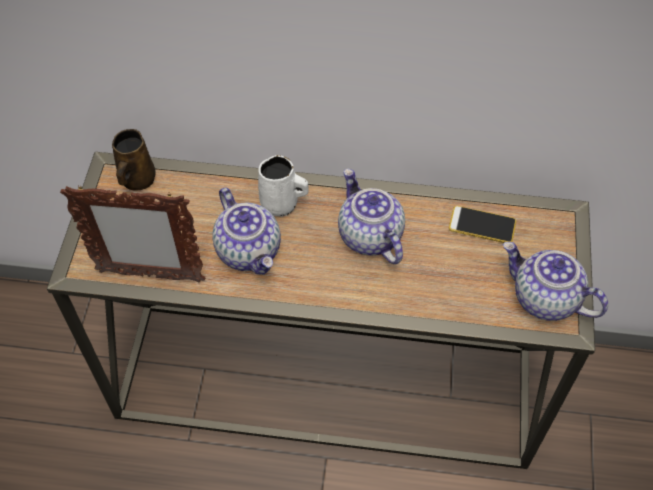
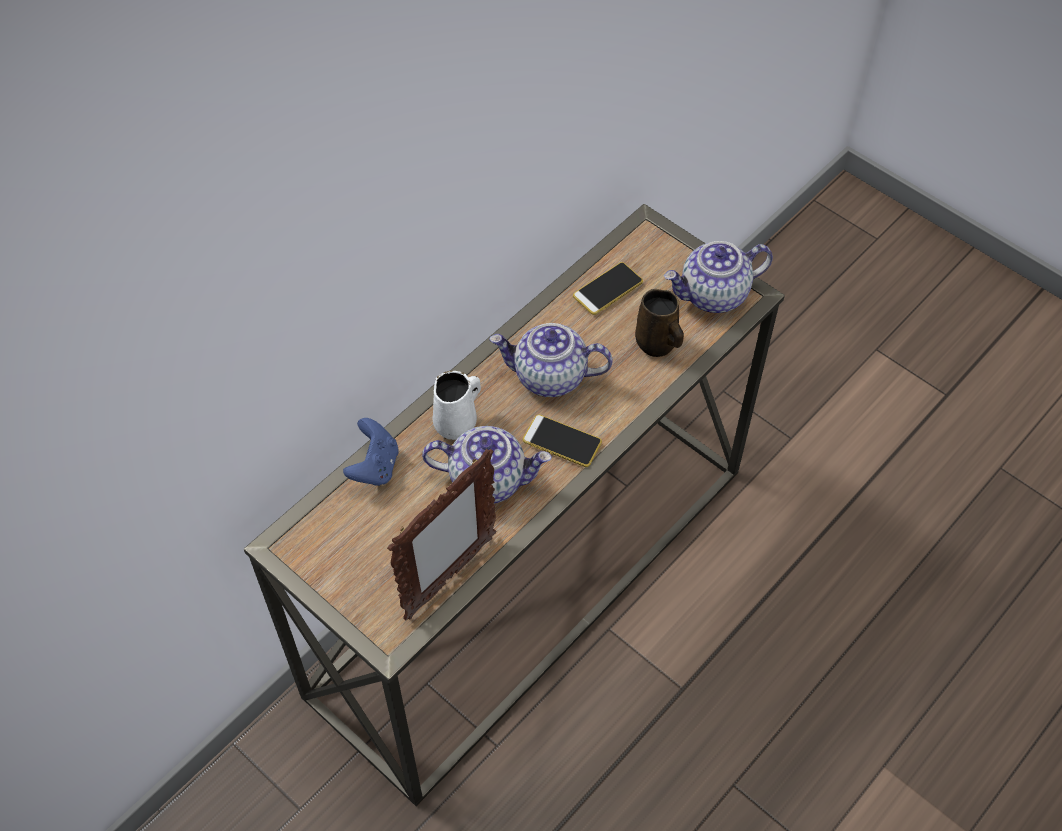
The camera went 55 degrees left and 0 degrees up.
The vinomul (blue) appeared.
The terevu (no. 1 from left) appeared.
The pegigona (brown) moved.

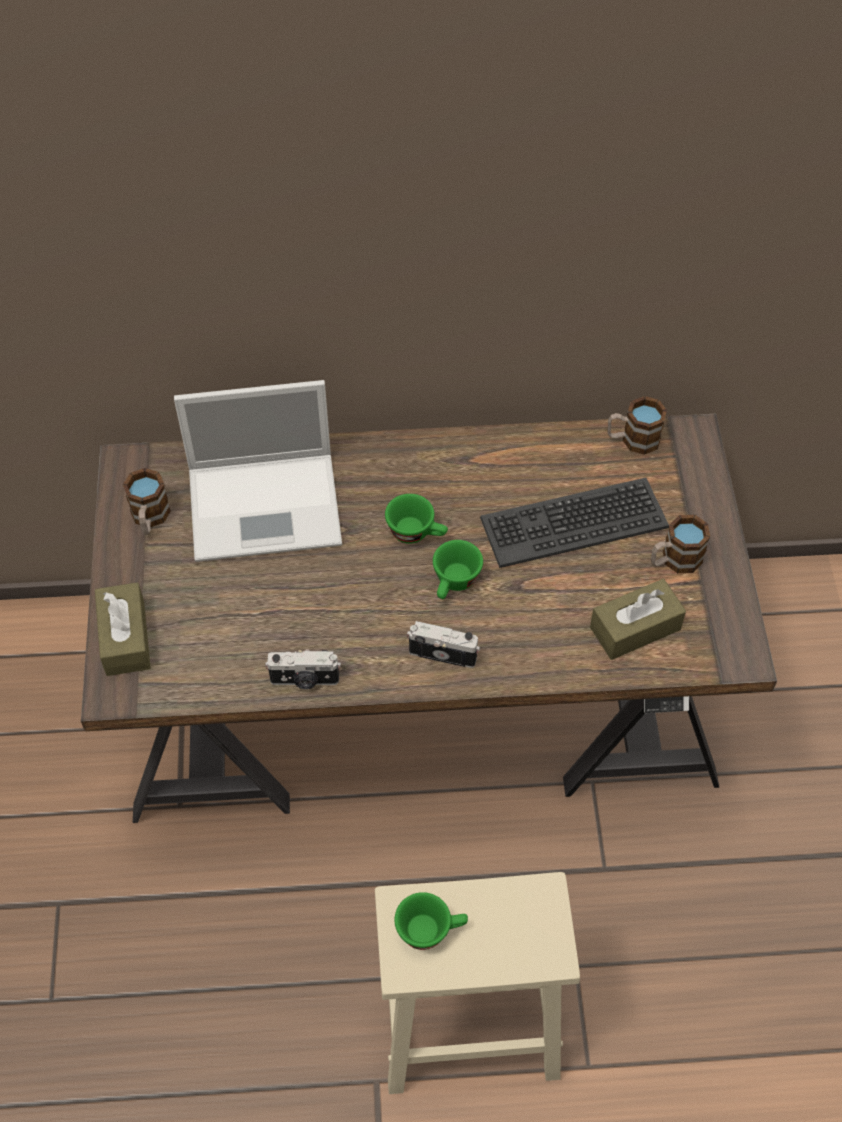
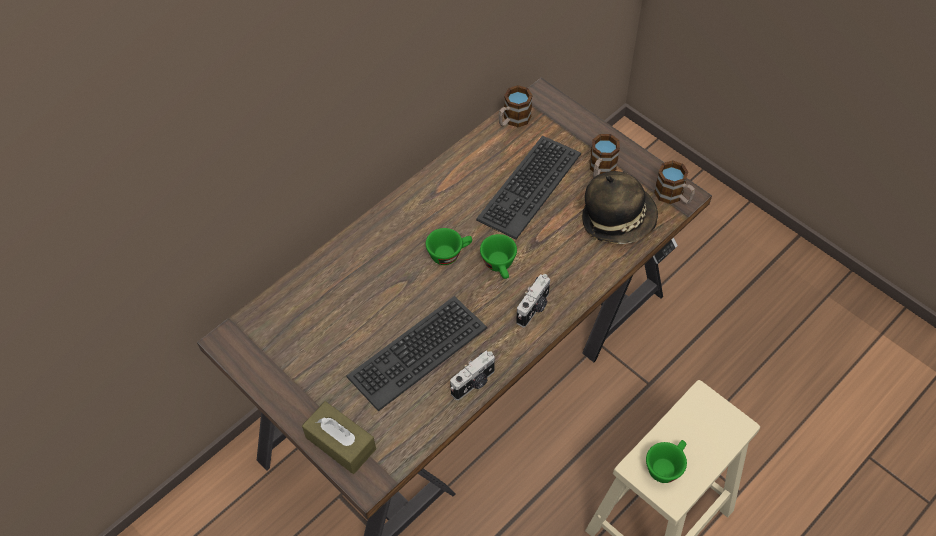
The camera went 40 degrees left and 0 degrees up.
The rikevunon disappeared.
The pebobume (no. 1 from left) appeared.
The pegigona (no. 1 from left in the first image) moved.
The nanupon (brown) (no. 2 from left) was replaced by the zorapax.
The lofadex (no. 2 from left) turned 150 degrees clockwise.

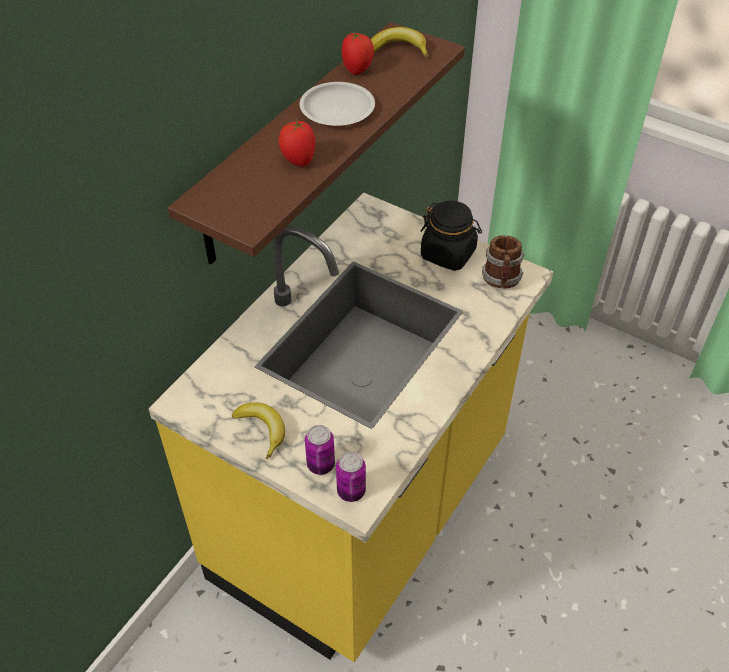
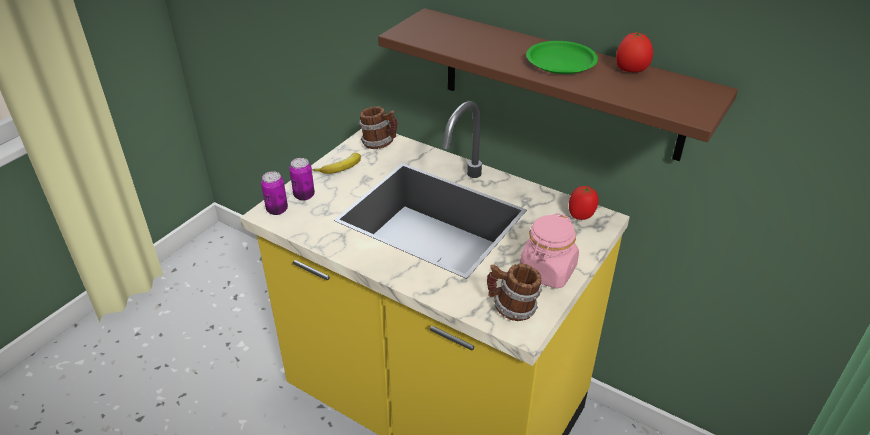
The camera went 90 degrees right and 10 degrees down.
The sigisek (no. 2 from left) disappeared.
The pegigona (no. 1 from left) appeared.
The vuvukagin (no. 1 from left) moved.
The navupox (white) became the navupox (green).
The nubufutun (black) became the nubufutun (pink).

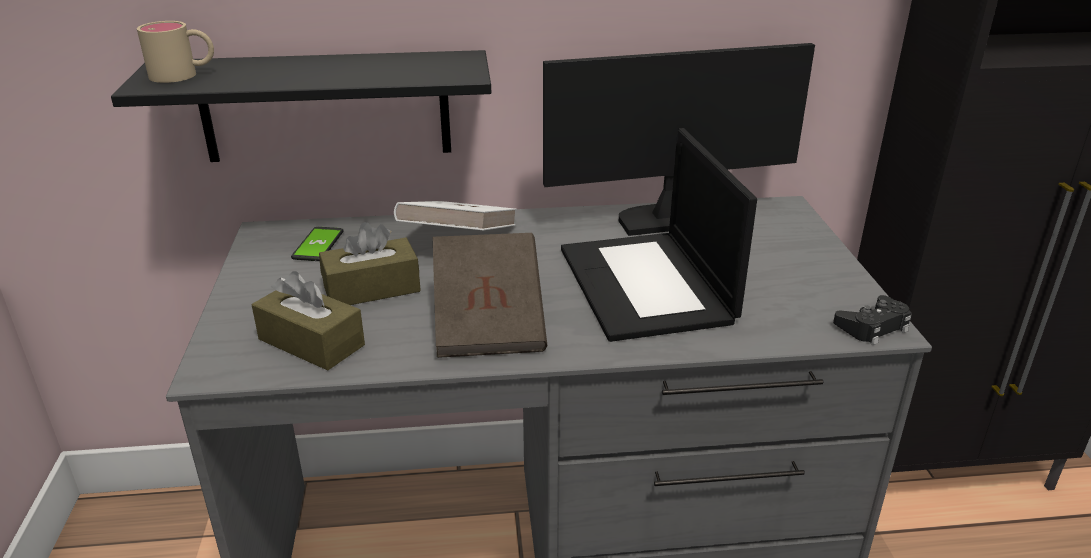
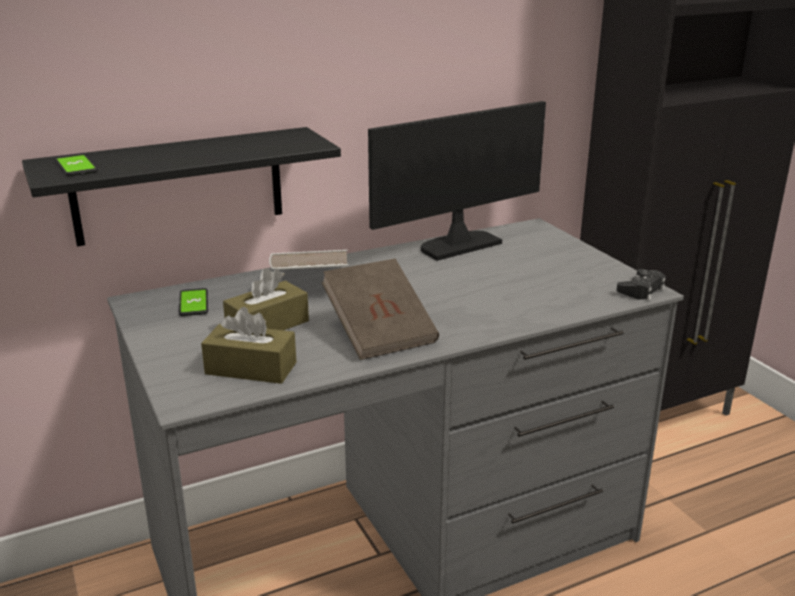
The camera went 20 degrees left and 5 degrees down.
The rikevunon disappeared.
The pegigona (beige) was replaced by the terevu (no. 1 from left).

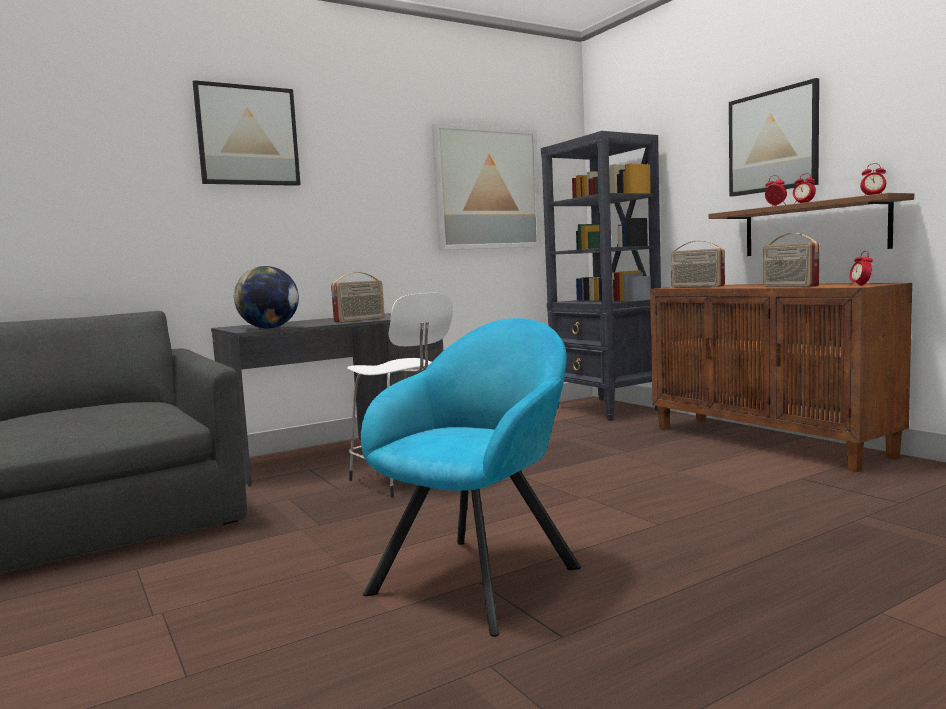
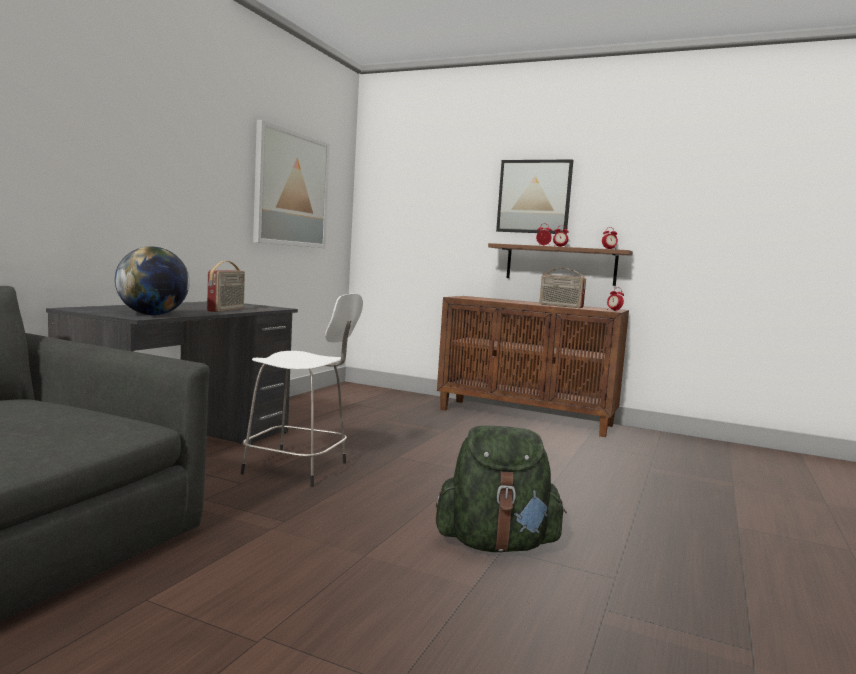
The camera went 35 degrees left and 0 degrees up.
The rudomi (no. 1 from left) disappeared.
The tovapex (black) disappeared.
The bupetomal (no. 2 from left) disappeared.
The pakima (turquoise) was replaced by the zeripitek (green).

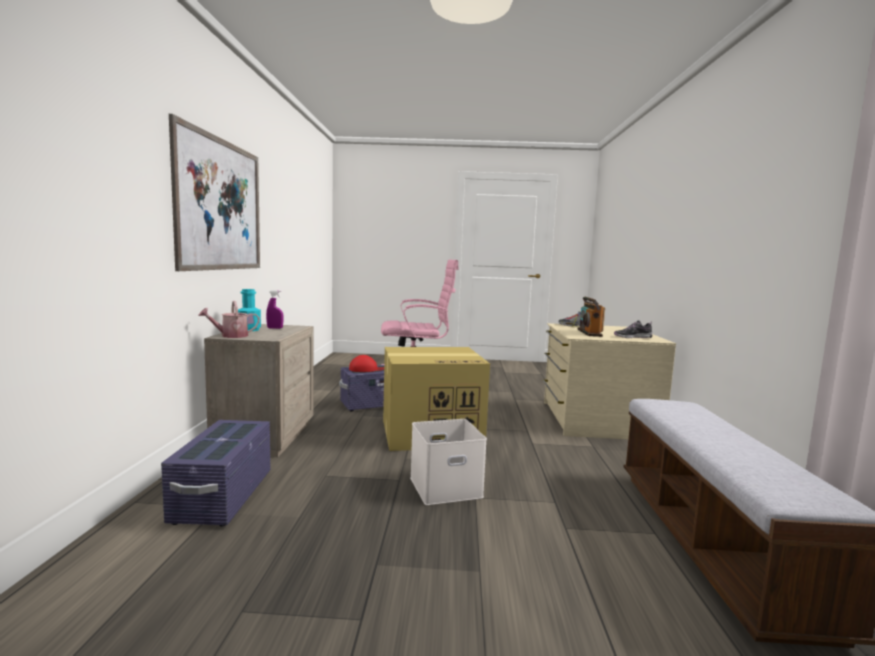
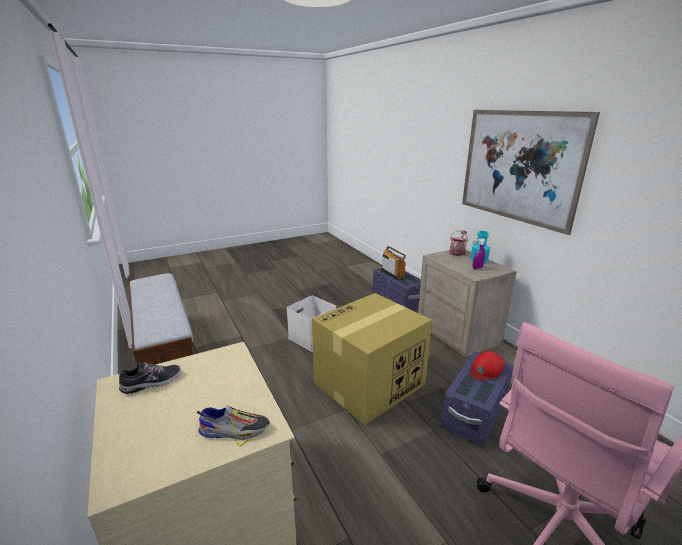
The camera went 150 degrees right and 15 degrees up.
The bupetomal moved.

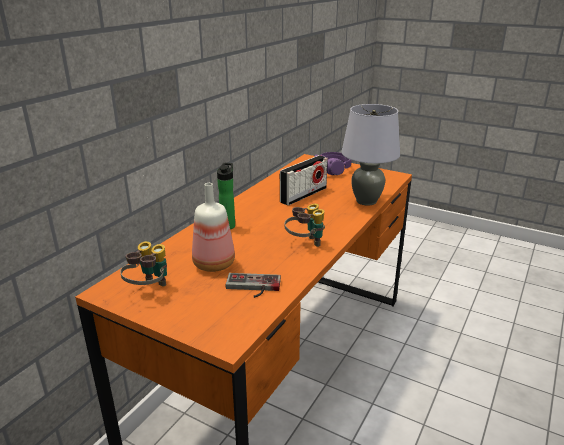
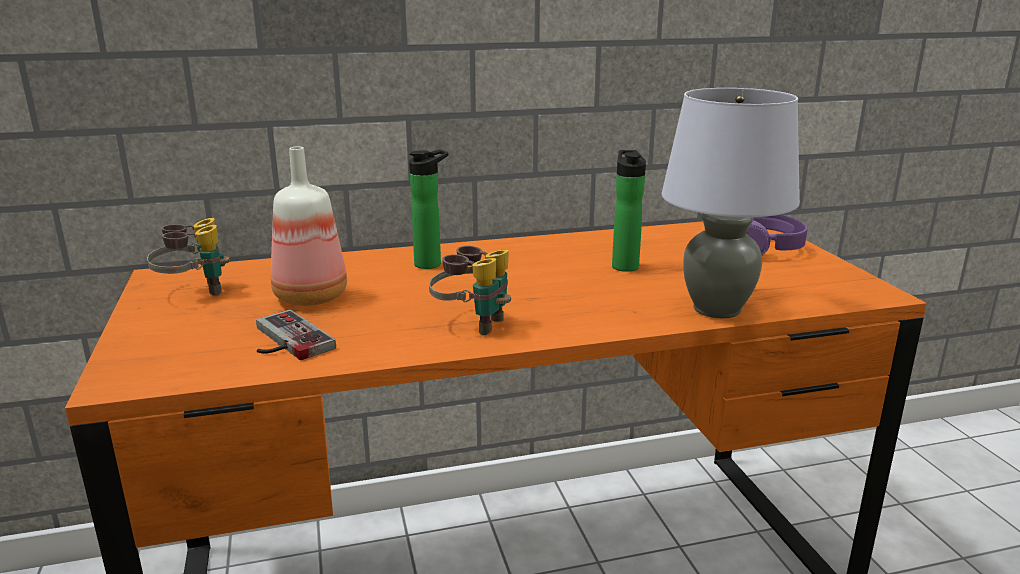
The camera went 45 degrees right and 5 degrees down.
The bupetomal was replaced by the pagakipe (no. 3 from left).

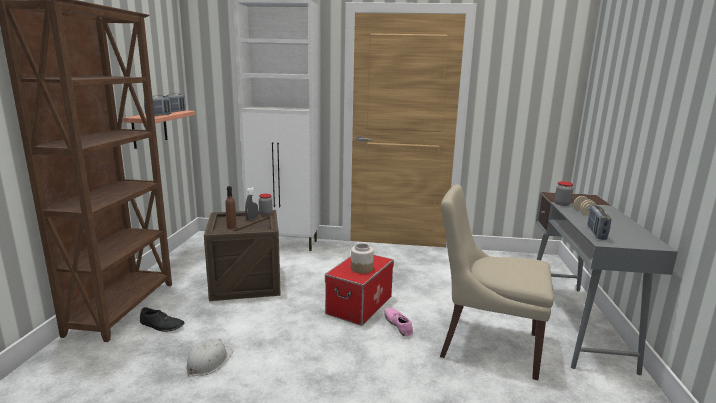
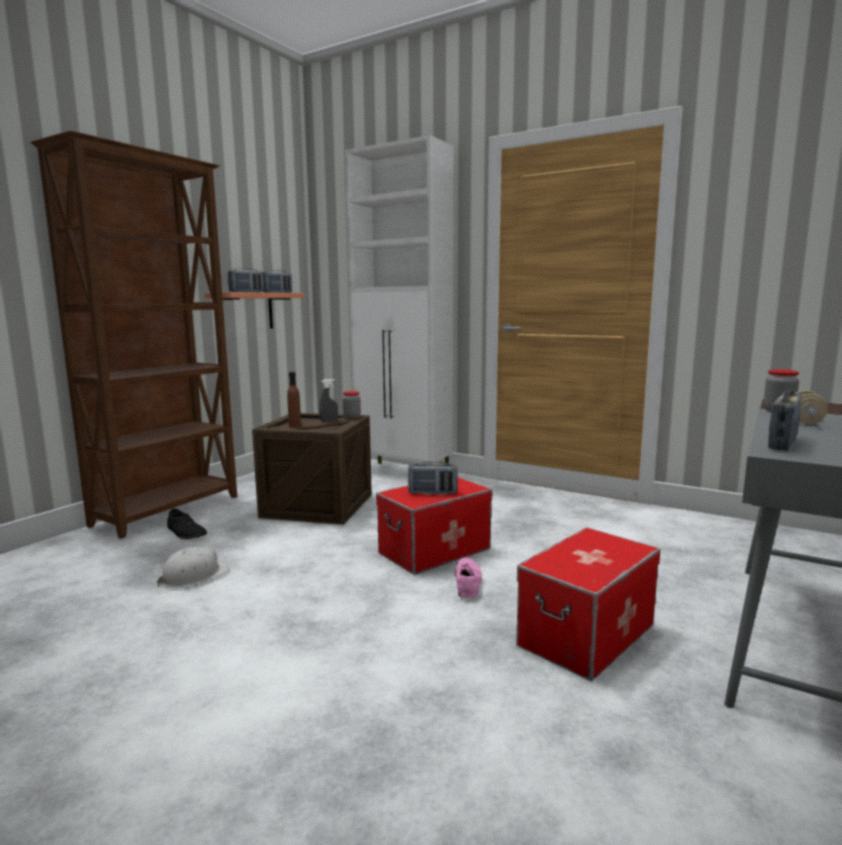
The camera went 25 degrees right and 5 degrees down.
The nubufutun (no. 2 from left) was replaced by the bupetomal (no. 3 from left).
The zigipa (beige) was replaced by the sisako (no. 2 from left).

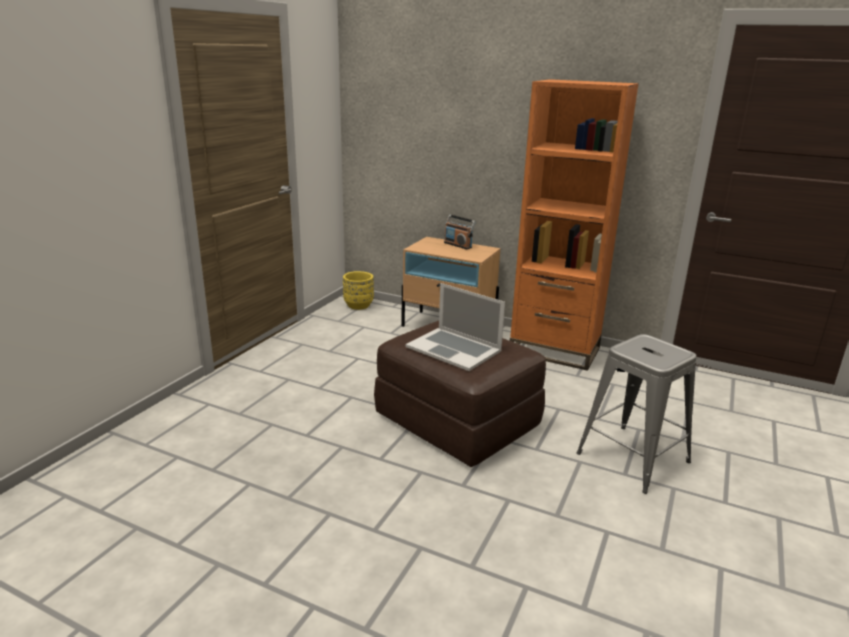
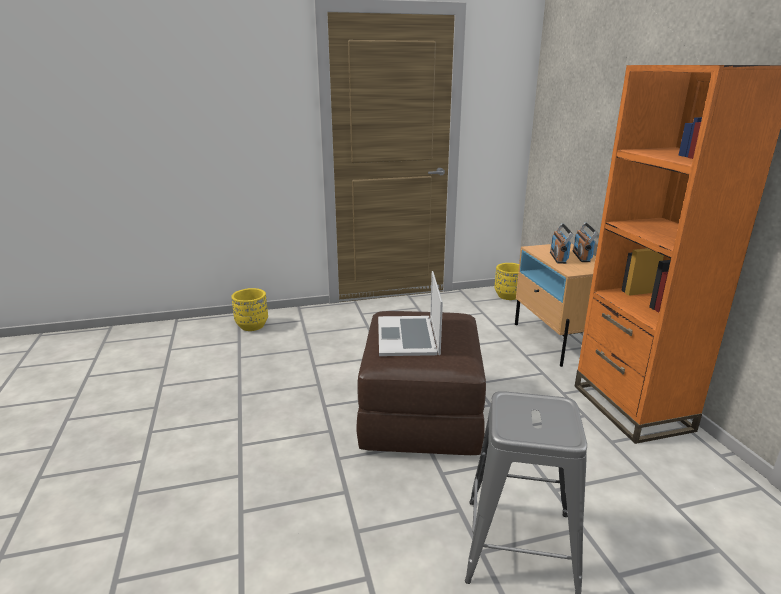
The camera went 50 degrees right and 0 degrees up.
The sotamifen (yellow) (no. 1 from left) appeared.
The bupetomal (no. 1 from left) appeared.

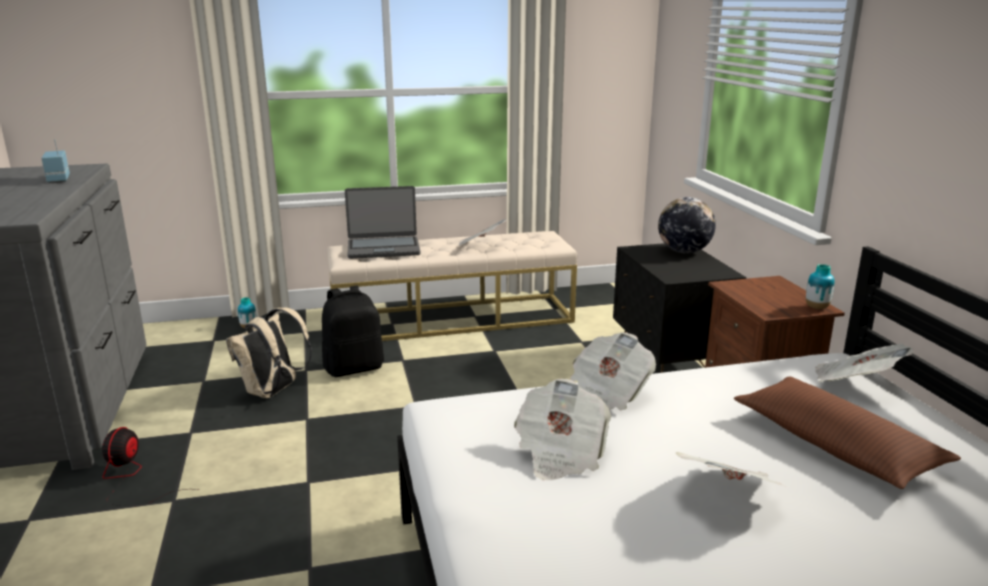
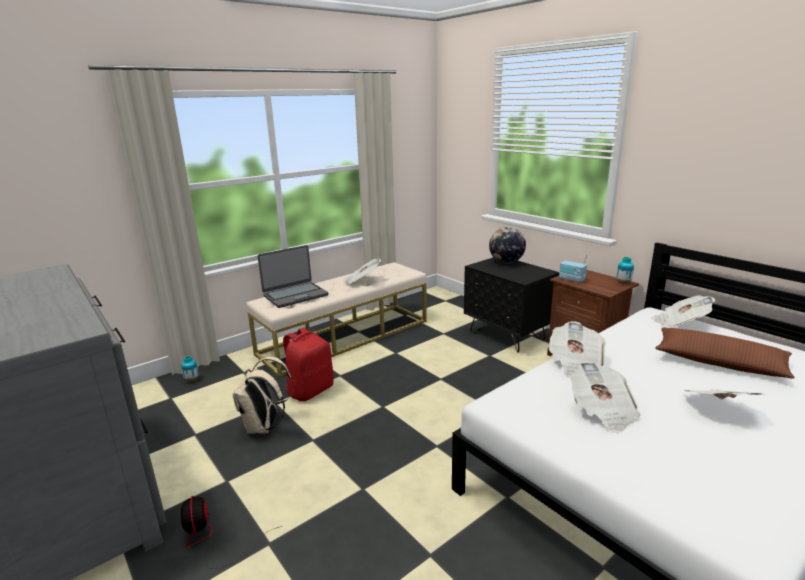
The camera went 25 degrees left and 0 degrees up.
The bupetomal moved.
The zeripitek (black) became the zeripitek (red).

